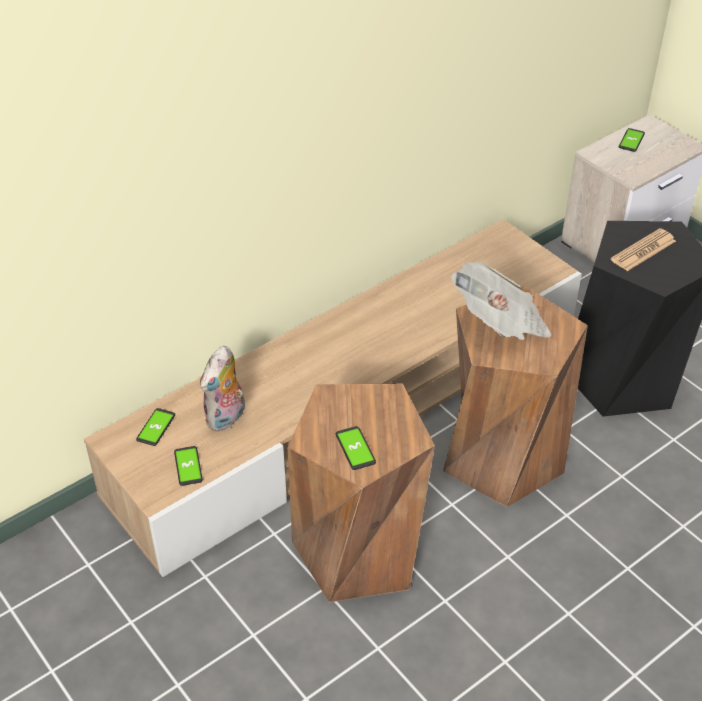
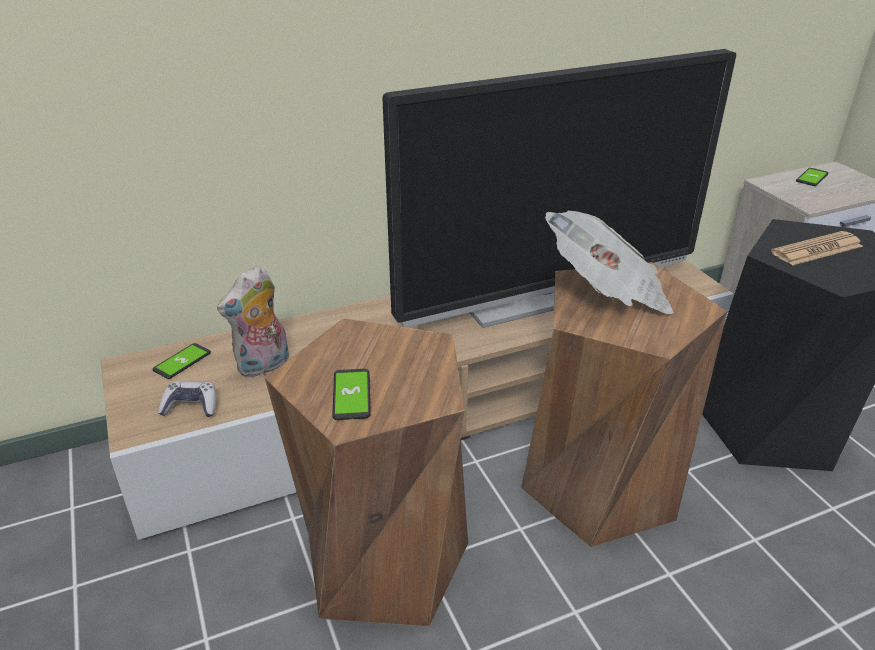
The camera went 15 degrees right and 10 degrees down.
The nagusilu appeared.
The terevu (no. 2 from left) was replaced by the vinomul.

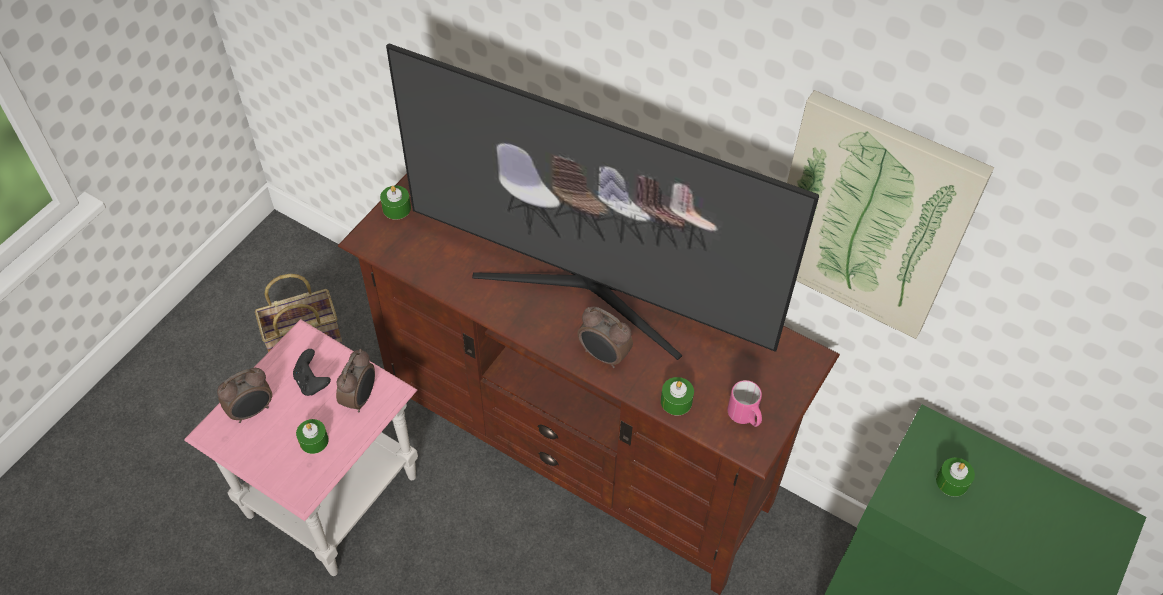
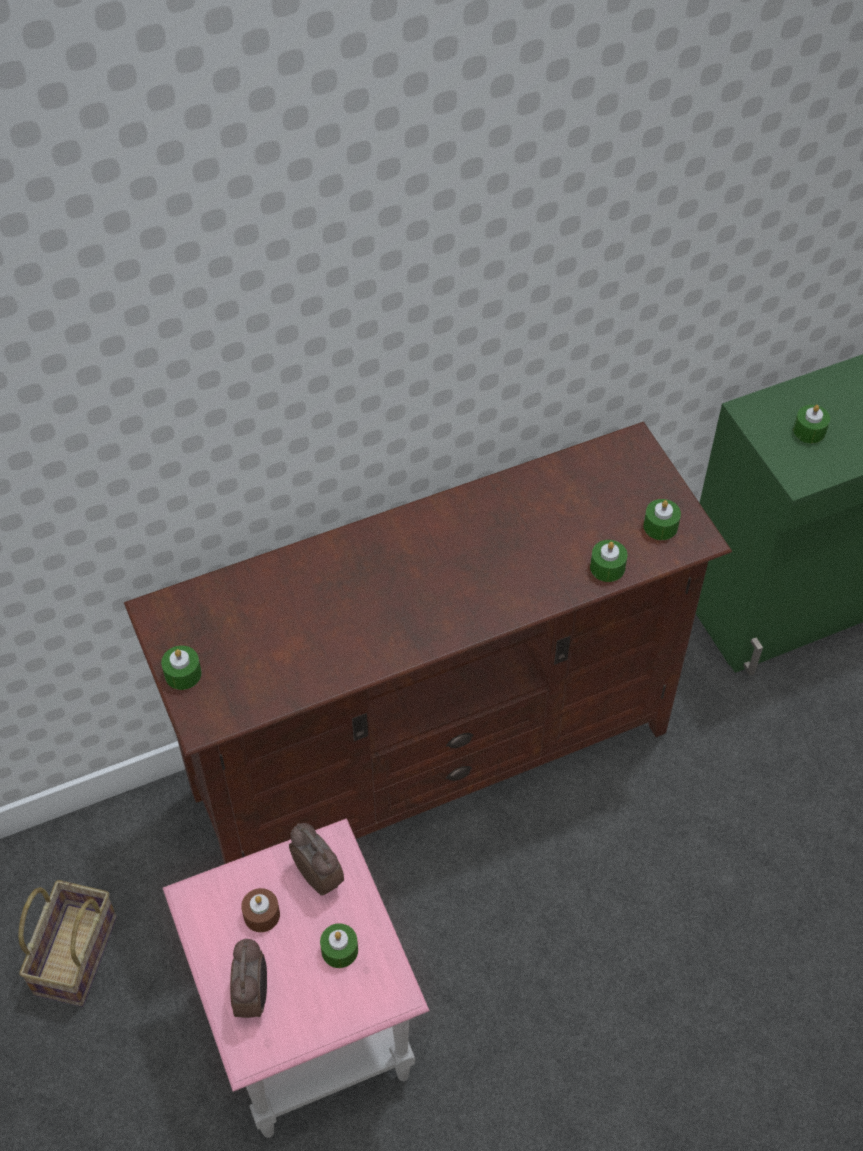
The camera went 55 degrees left and 0 degrees up.
The nagusilu disappeared.
The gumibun (no. 3 from left) disappeared.
The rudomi disappeared.
The vinomul (black) was replaced by the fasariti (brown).
The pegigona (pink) was replaced by the fasariti (green) (no. 4 from left).

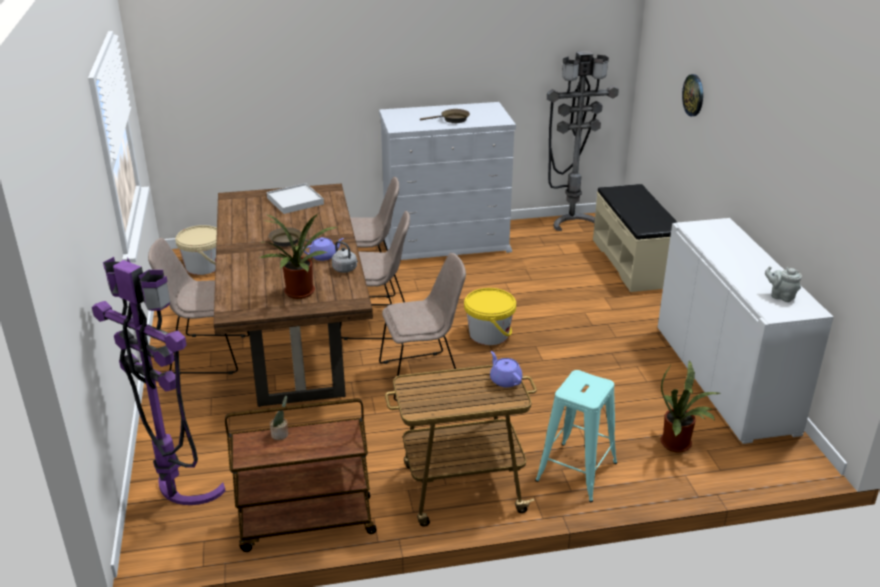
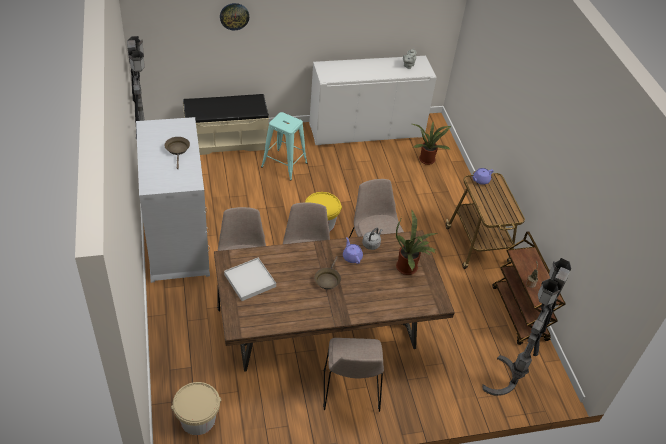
The camera went 95 degrees left and 15 degrees up.
The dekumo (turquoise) moved.
The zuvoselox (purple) became the zuvoselox (grey) (no. 2 from left).

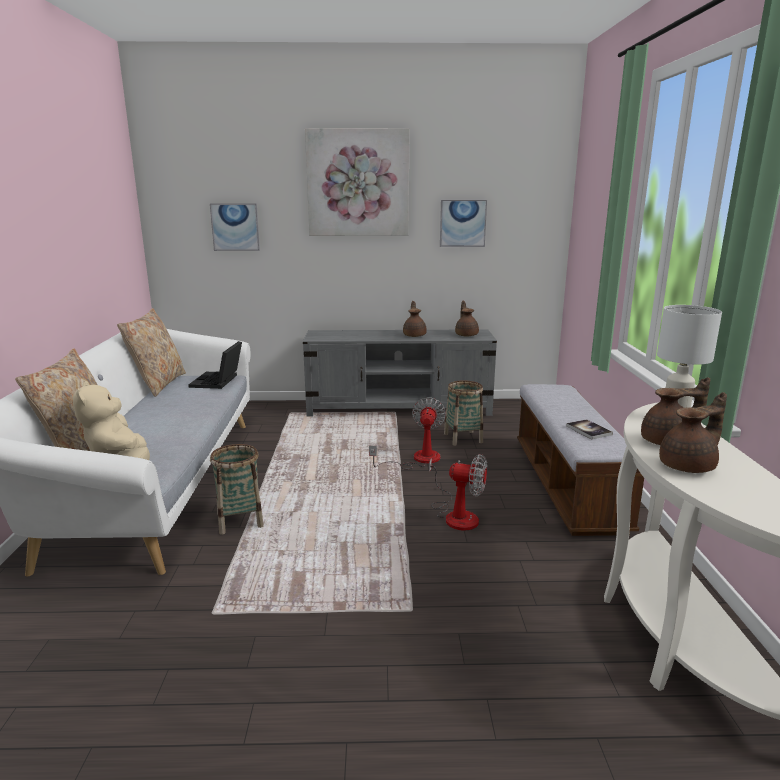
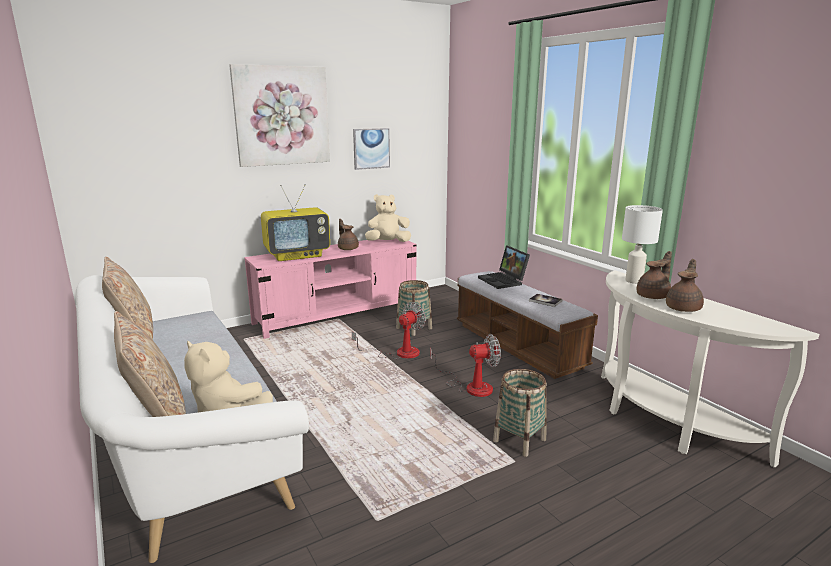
The camera went 30 degrees left and 0 degrees up.
The rudomi (no. 1 from left) disappeared.
The nagusilu appeared.
The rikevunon moved.
The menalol (no. 1 from left in the first image) moved.
The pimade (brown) (no. 2 from left) was replaced by the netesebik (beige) (no. 2 from left).
The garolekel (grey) became the garolekel (pink).
The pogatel (no. 1 from left) turned 60 degrees clockwise.

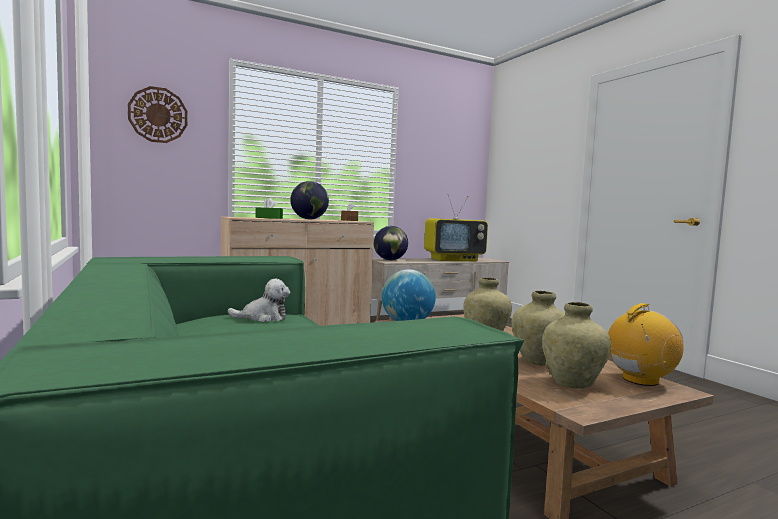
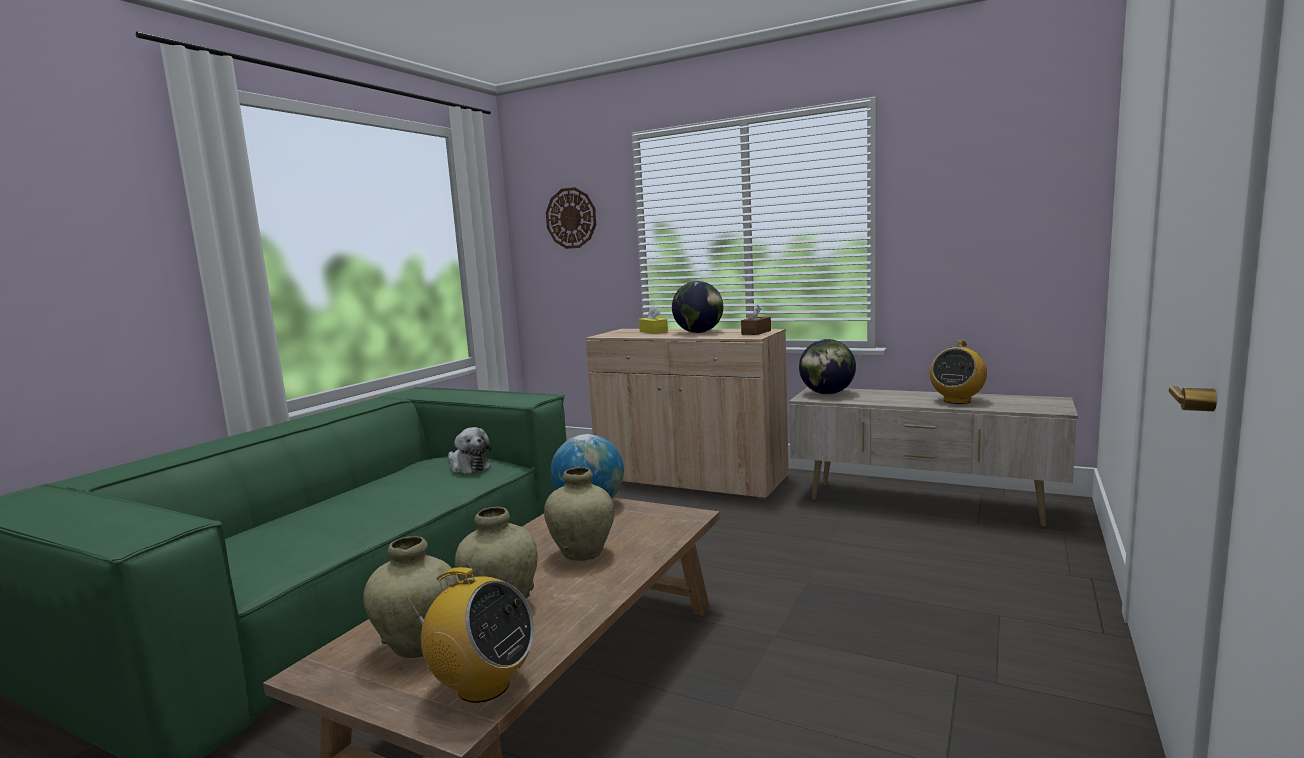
The camera went 55 degrees right and 5 degrees up.
The nagusilu was replaced by the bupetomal (no. 2 from left).
The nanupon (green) became the nanupon (yellow).

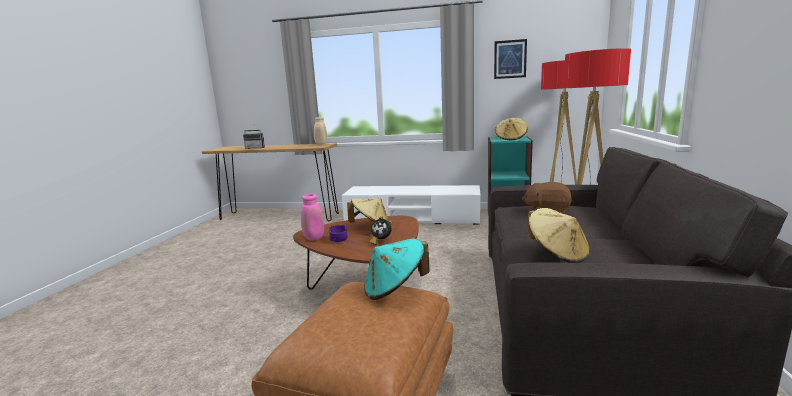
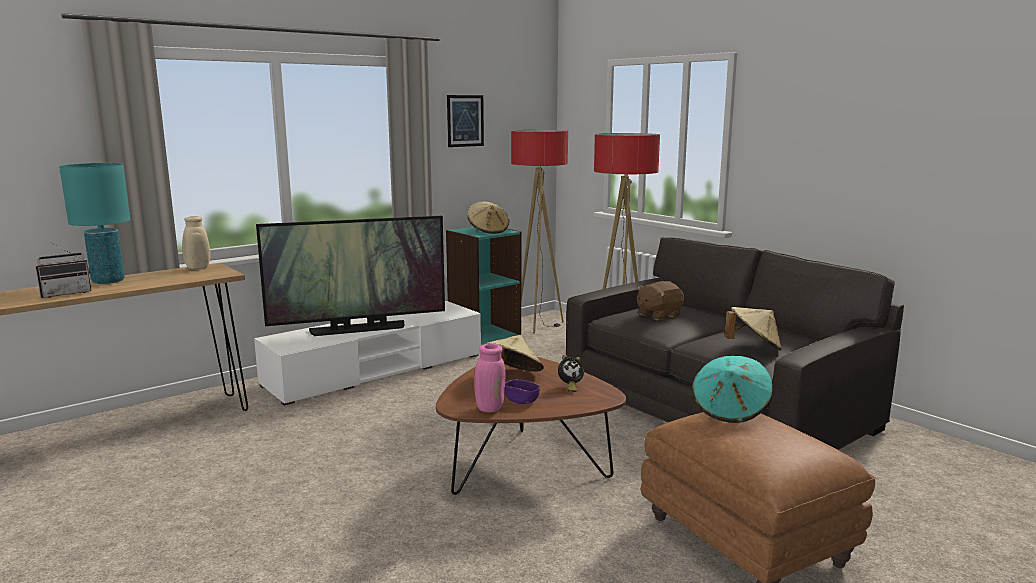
The camera went 50 degrees left and 0 degrees up.
The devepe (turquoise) appeared.
The nagusilu appeared.

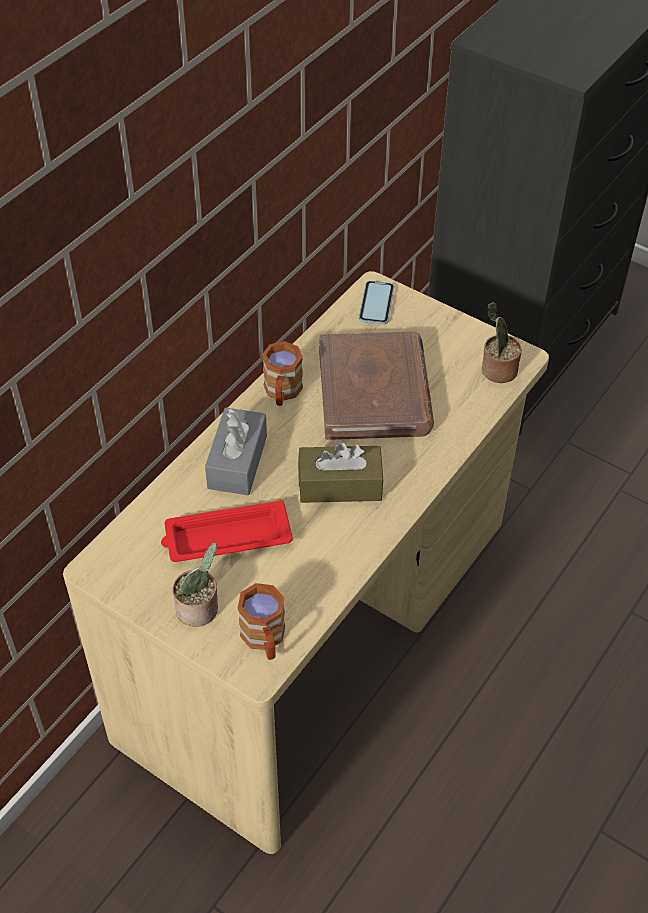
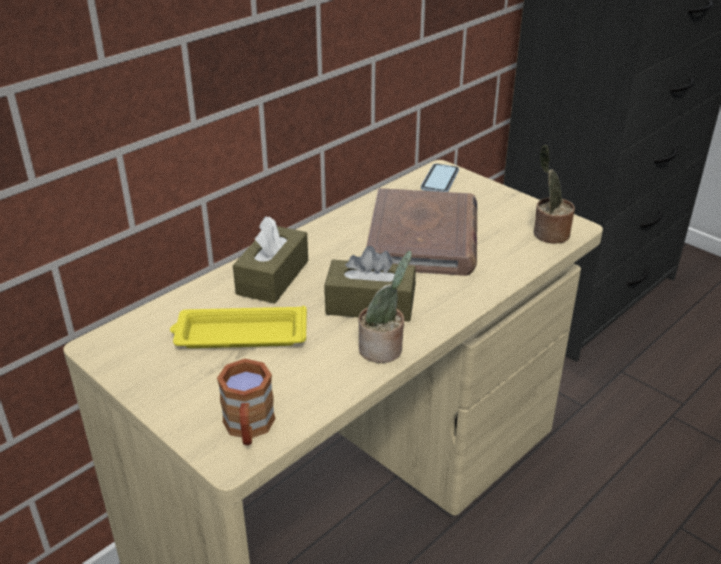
The camera went 10 degrees right and 15 degrees down.
The pegigona (brown) (no. 2 from left) disappeared.
The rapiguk (no. 1 from left) moved.
The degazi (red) became the degazi (yellow).
The nanupon (grey) became the nanupon (brown) (no. 1 from left).

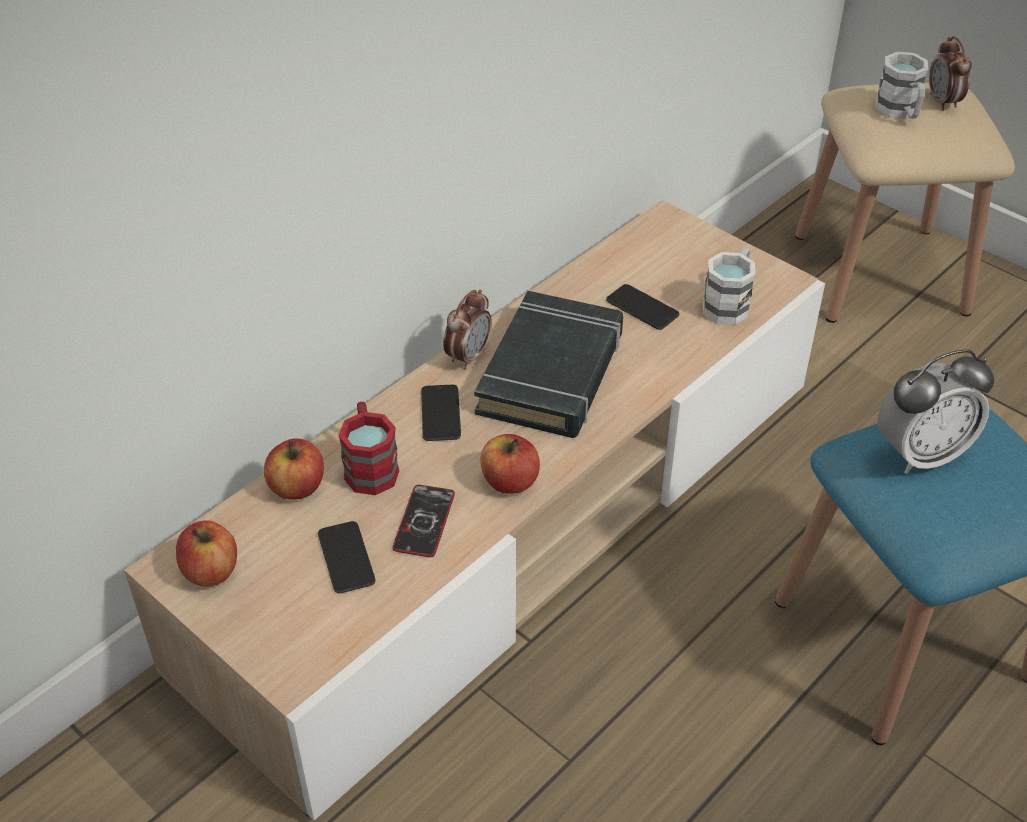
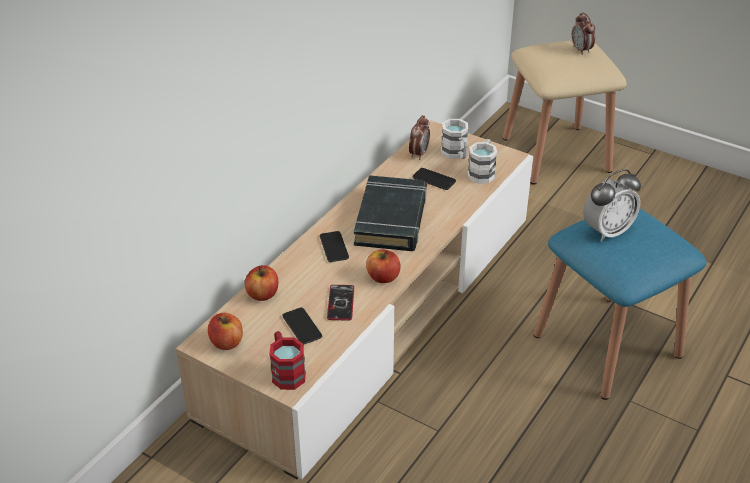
The camera went 10 degrees left and 5 degrees down.
The pegigona (red) moved.
The gumibun (no. 1 from left) moved.
The pegigona (white) (no. 2 from left in the first image) moved.

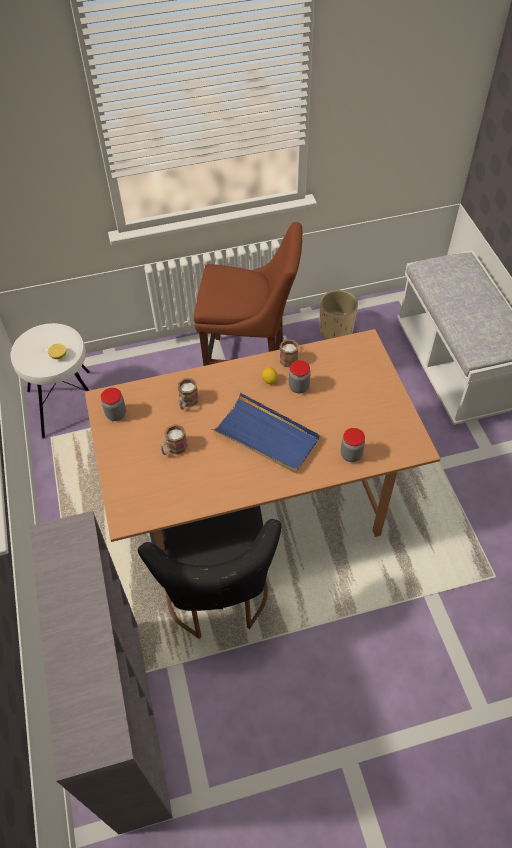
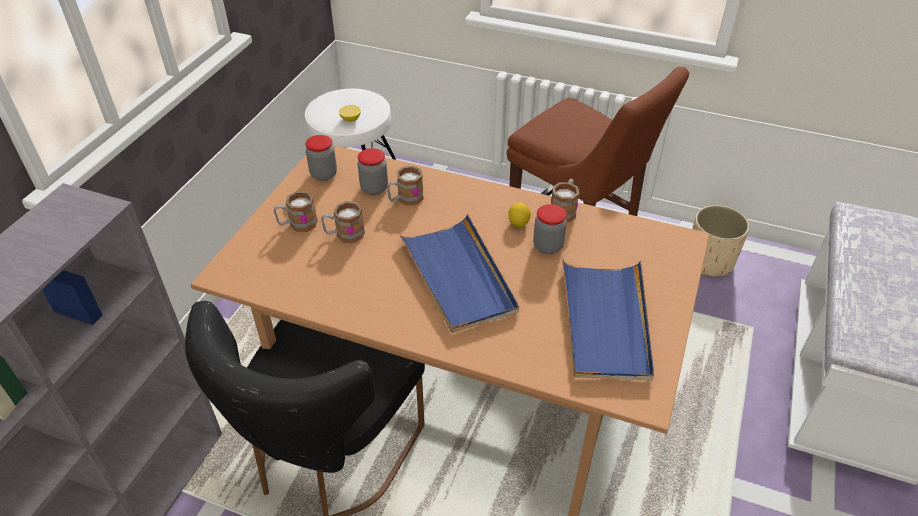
The camera went 35 degrees right and 10 degrees down.
The pegigona (no. 1 from left) appeared.
The degazi (blue) (no. 2 from left) appeared.
The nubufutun (no. 3 from left in the first image) moved.

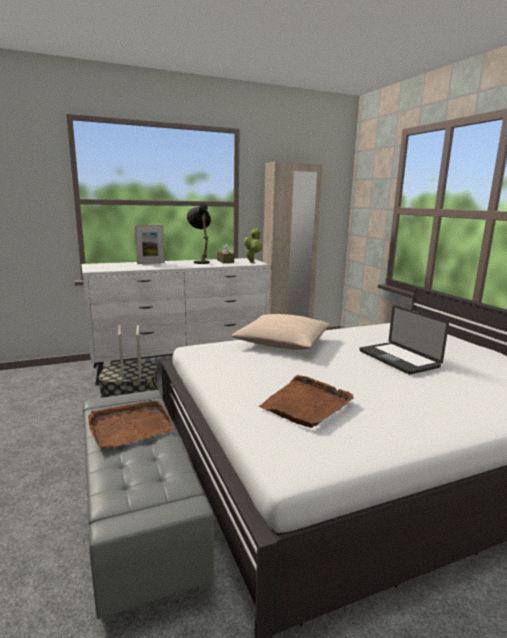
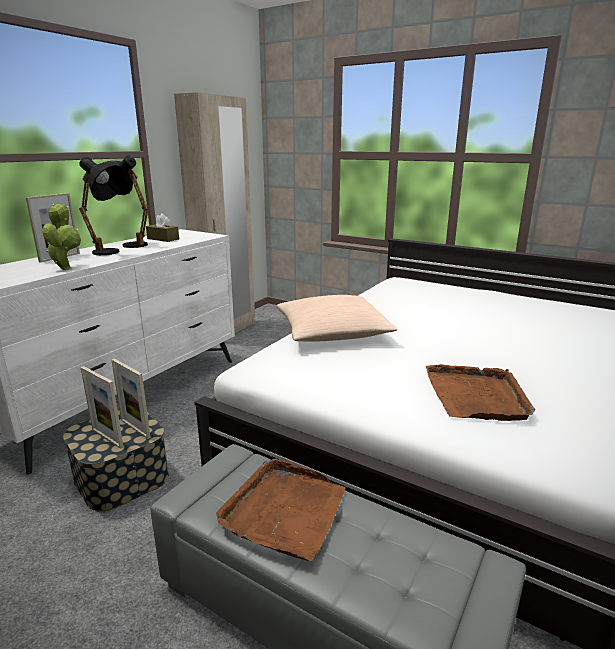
The camera went 35 degrees left and 5 degrees up.
The rikevunon disappeared.
The devepe (black) (no. 1 from left) appeared.
The rapiguk moved.

